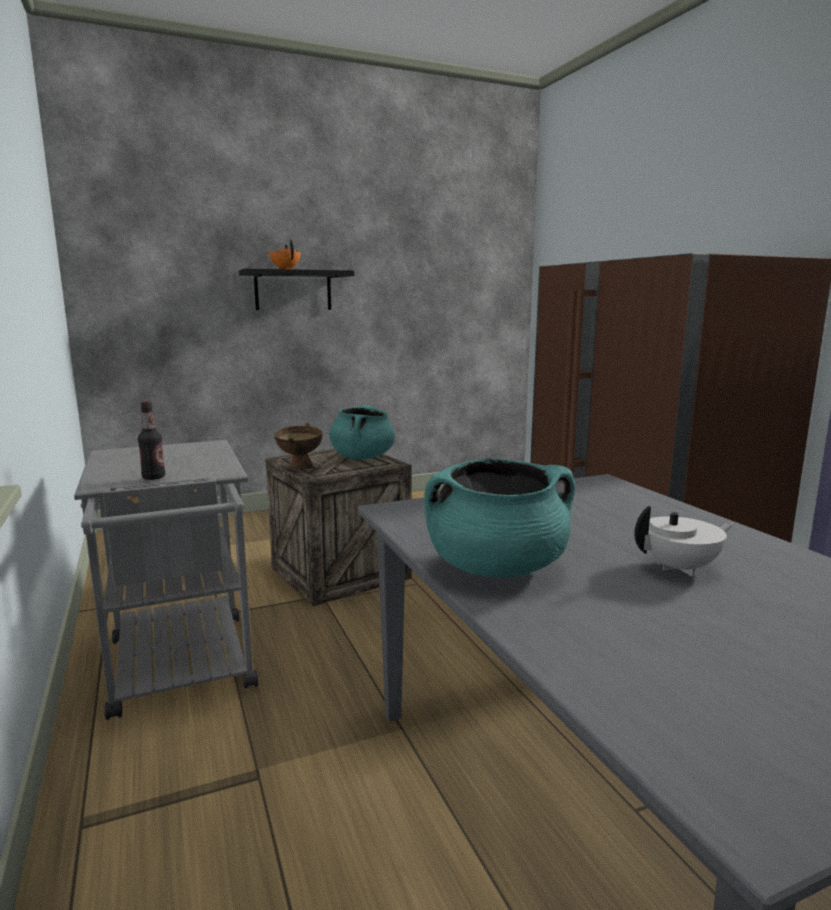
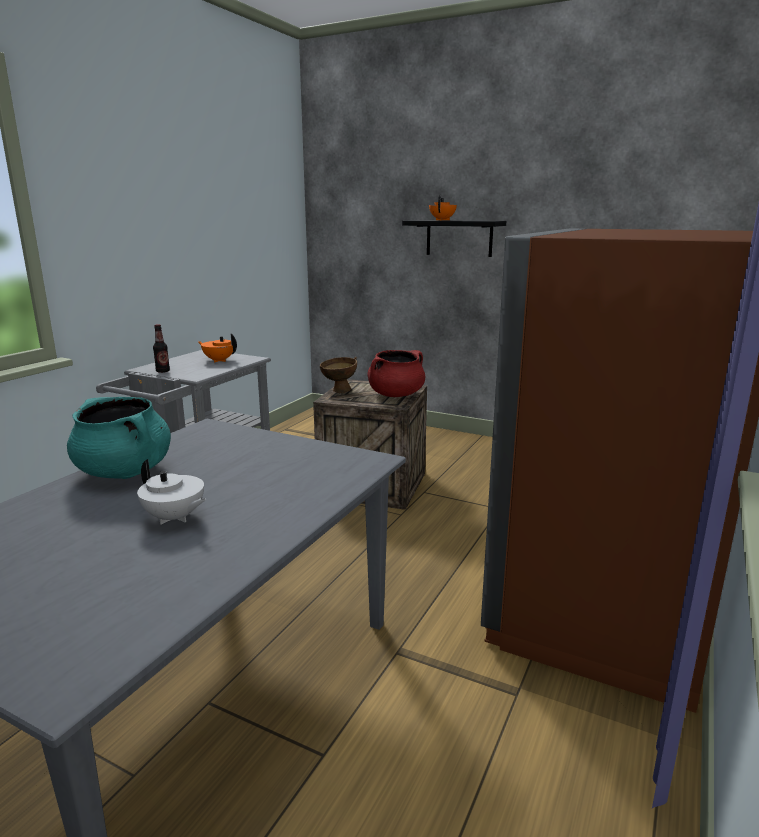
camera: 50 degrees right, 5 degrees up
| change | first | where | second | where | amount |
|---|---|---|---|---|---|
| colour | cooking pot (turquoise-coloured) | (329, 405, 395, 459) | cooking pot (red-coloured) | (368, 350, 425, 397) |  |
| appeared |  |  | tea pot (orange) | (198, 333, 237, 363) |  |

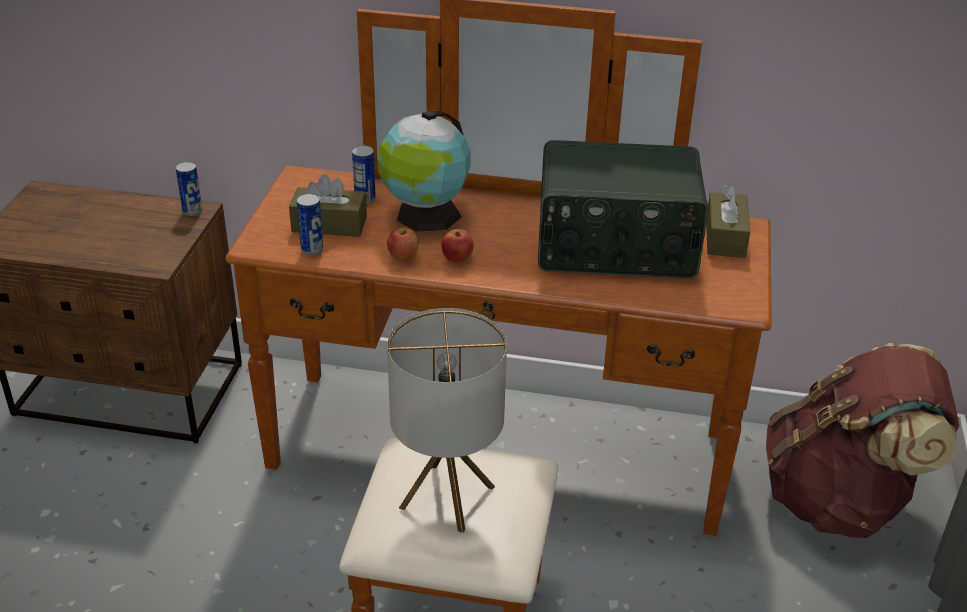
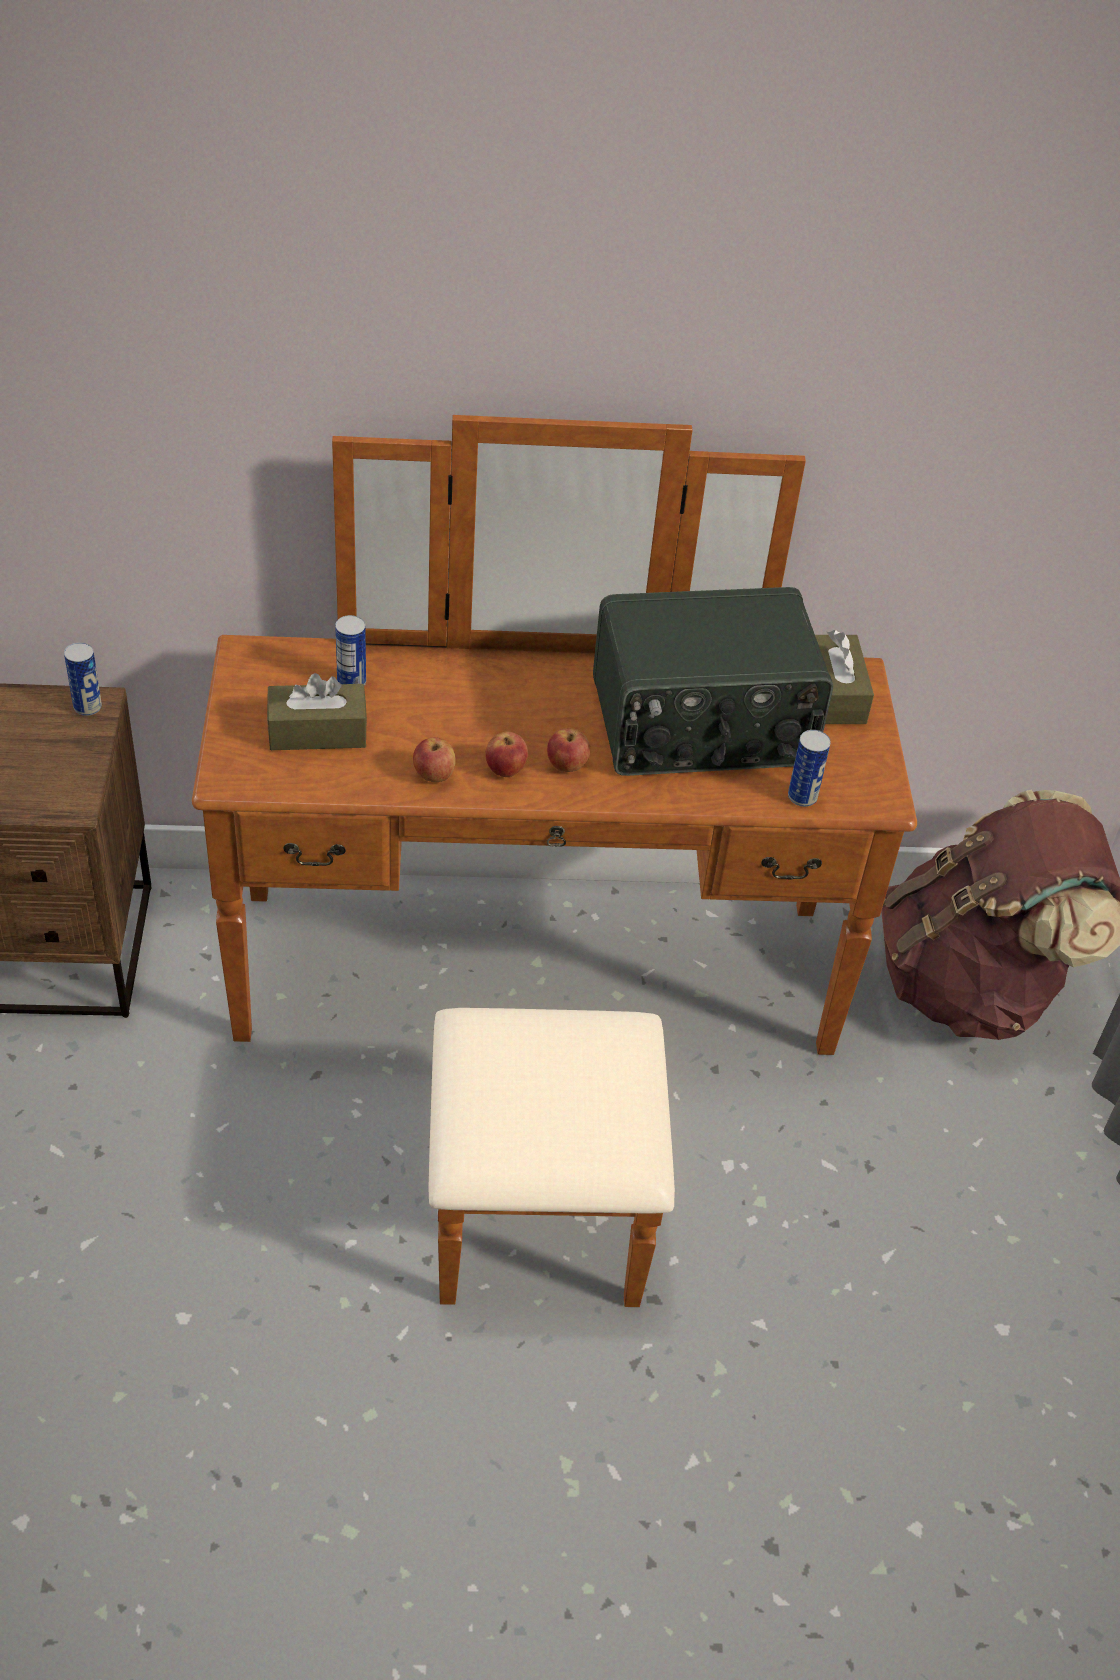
camera: 15 degrees left, 10 degrees up
| change | first | where | second | where | amount |
|---|---|---|---|---|---|
| relocated | sealed can | (296, 193, 323, 255) |  | (788, 730, 831, 807) |  |
| missing | desk globe | (377, 111, 471, 232) |  |  |  |
| missing | table lamp | (387, 308, 507, 533) |  |  |  |
| appeared |  |  | whole apple | (547, 728, 590, 772) |  |

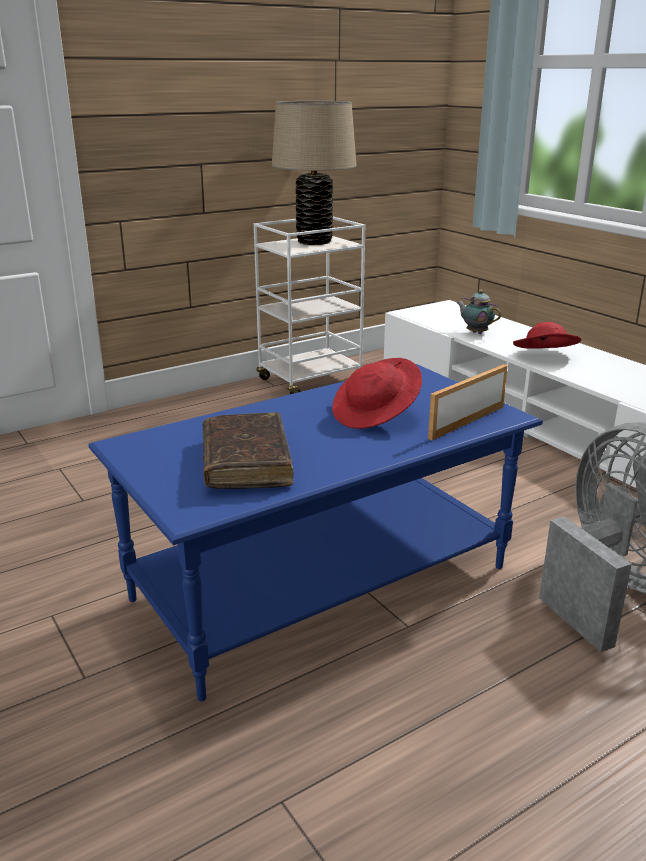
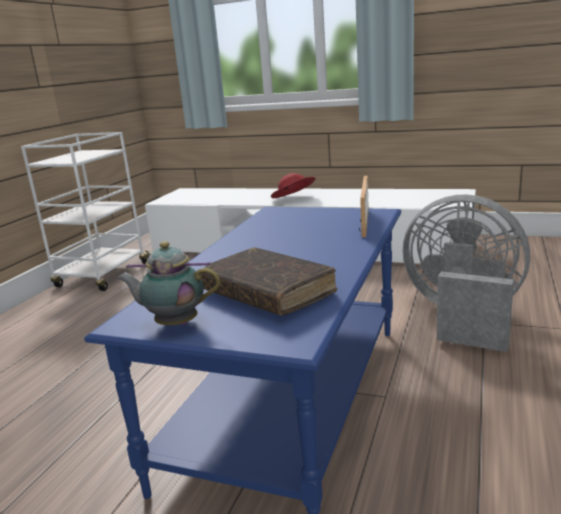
camera: 35 degrees left, 5 degrees down
| change | first | where | second | where | amount |
|---|---|---|---|---|---|
| missing | table lamp (sand-coloured) | (272, 101, 357, 245) |  |  |  |
| missing | clothing hat (red-coloured) | (332, 358, 422, 429) |  |  |  |
| relocated | tea pot | (456, 290, 501, 334) |  | (117, 241, 220, 325) |  |

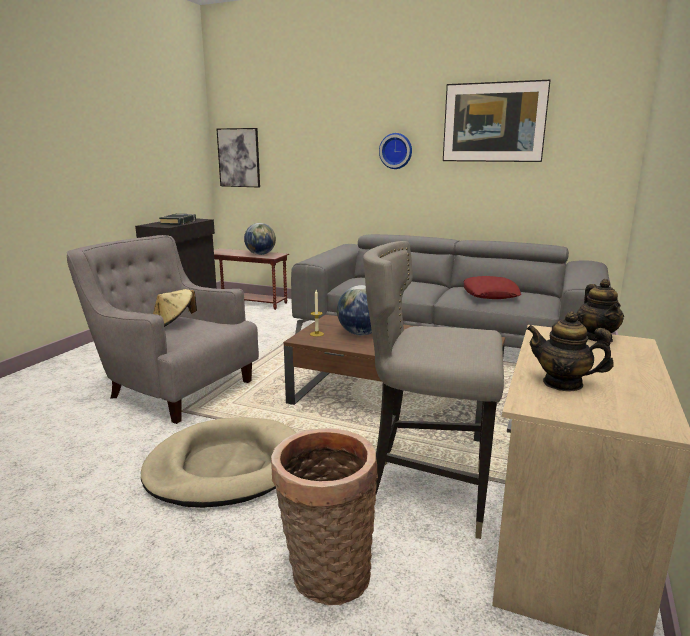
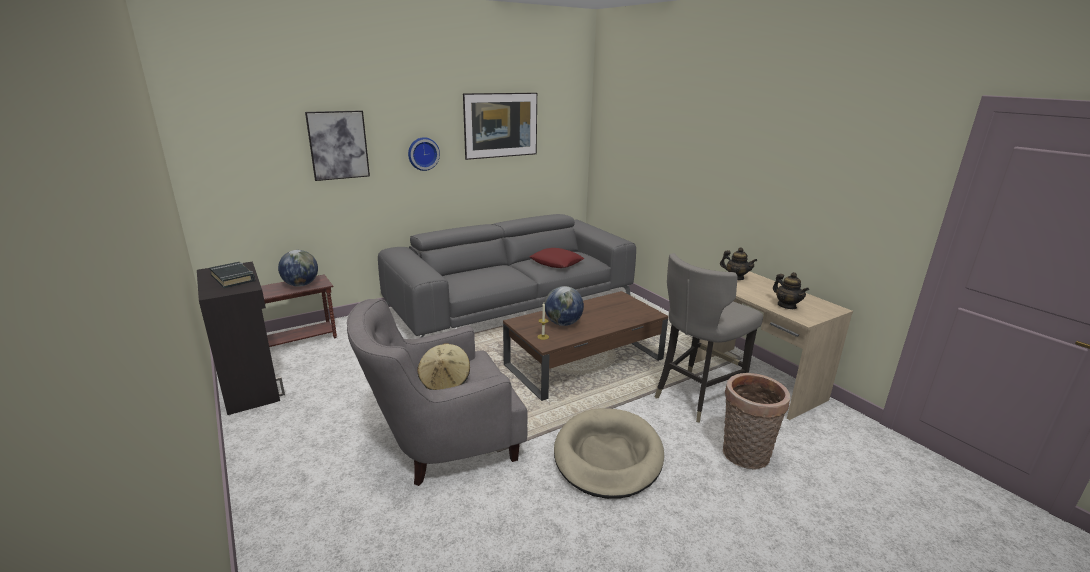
camera: 55 degrees left, 5 degrees up
| change | first | where | second | where | amount |
|---|---|---|---|---|---|
| relocated | picture | (217, 128, 260, 188) |  | (305, 110, 370, 181) |  |
| spun | tea pot | (527, 311, 614, 391) |  | (773, 272, 809, 309) | 90 degrees counterclockwise |

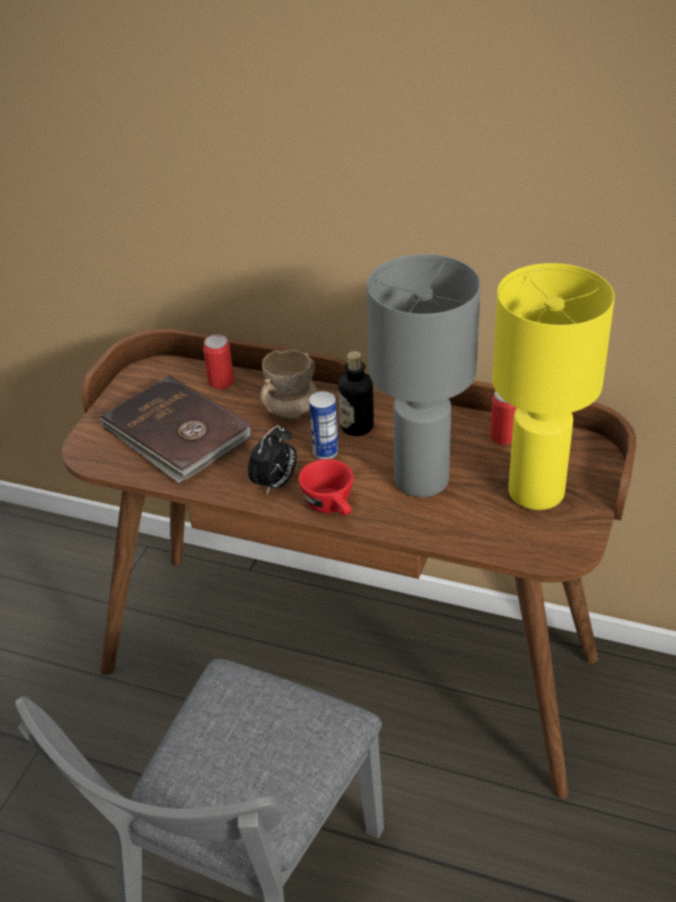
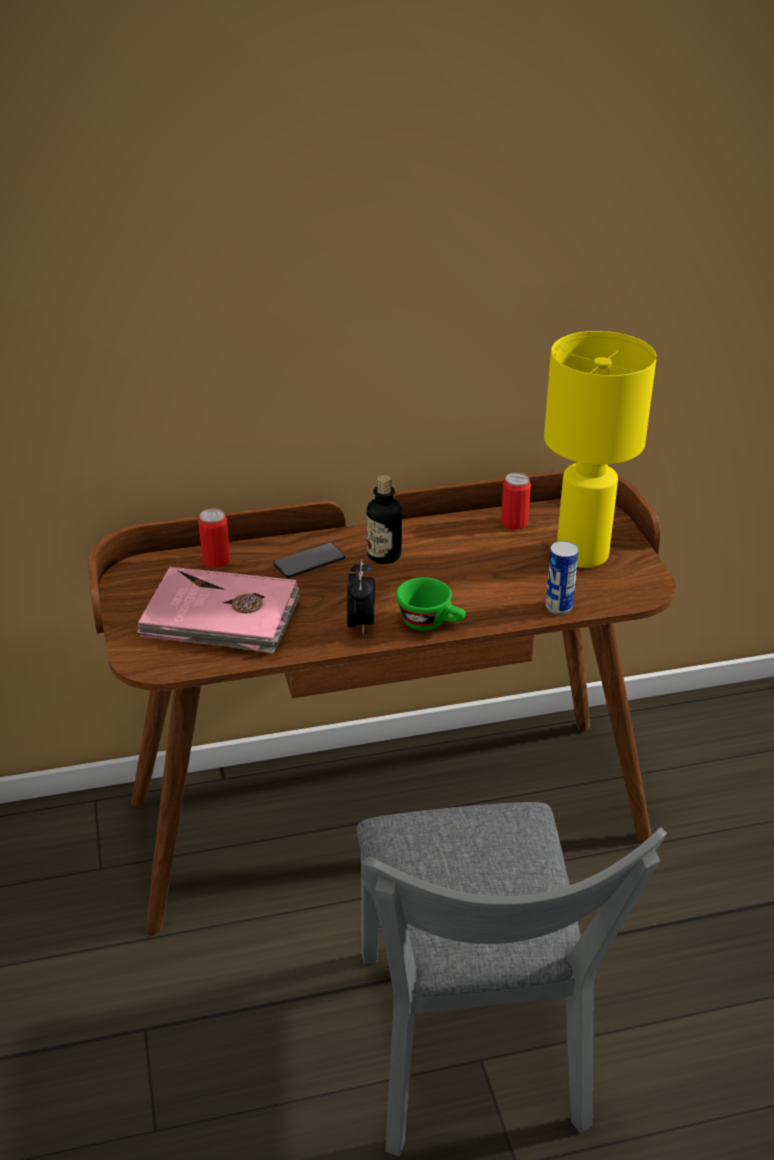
camera: 35 degrees left, 5 degrees down
| change | first | where | second | where | amount |
|---|---|---|---|---|---|
| colour | volume (brown-coloured) | (100, 375, 253, 483) | volume (pink-coloured) | (137, 567, 300, 653) |  |
| exchanged | coffee mug (sand-coloured) | (260, 349, 318, 419) | handset | (273, 543, 345, 578) |  |
| colour | drinking cup (red-coloured) | (298, 459, 354, 515) | drinking cup (greenish) | (396, 577, 466, 631) |  |
| relocated | sealed can | (309, 391, 338, 460) |  | (545, 541, 579, 615) |  |
| missing | table lamp (gray) | (367, 254, 481, 497) |  |  |  |

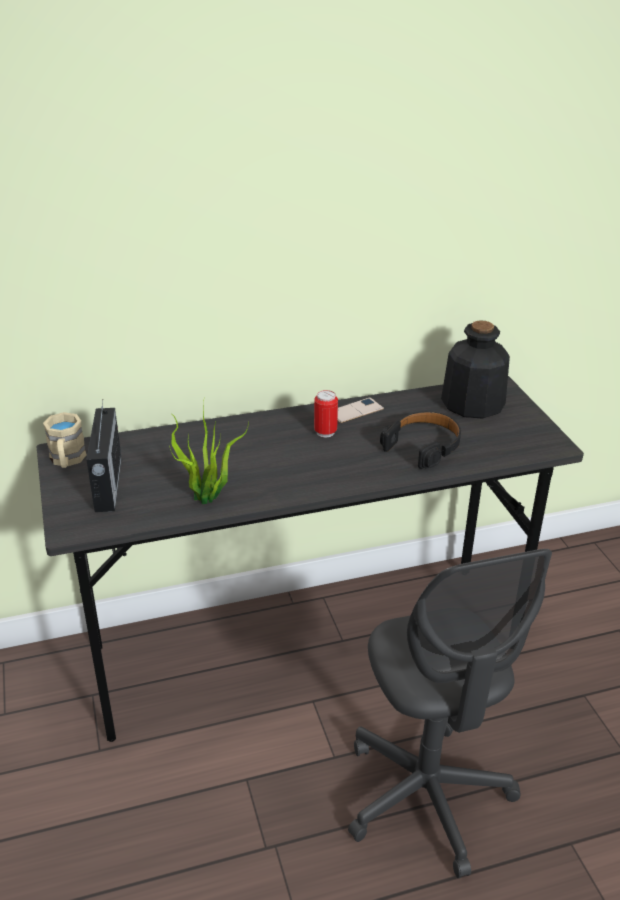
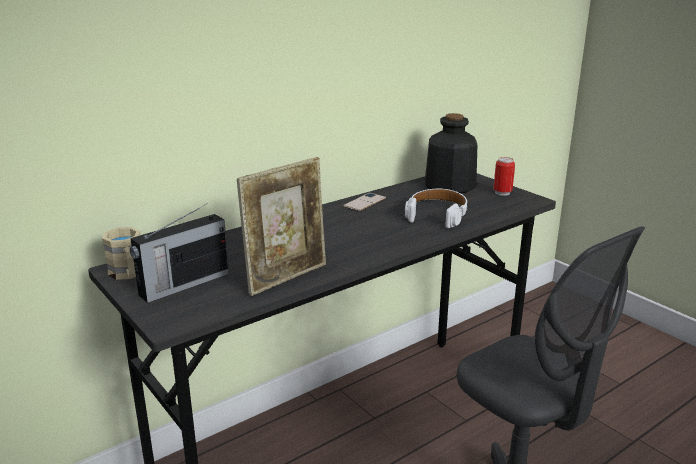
camera: 20 degrees left, 10 degrees down
| change | first | where | second | where | amount |
|---|---|---|---|---|---|
| spun | radio | (86, 402, 122, 512) |  | (130, 203, 229, 303) | 75 degrees clockwise |
| exchanged | potted plant | (169, 402, 249, 504) | photo frame | (237, 157, 326, 296) |  |
| relocated | sealed can | (314, 390, 338, 437) |  | (493, 157, 515, 196) |  |
| colour | headset (black-coloured) | (380, 411, 461, 469) | headset (white-coloured) | (405, 189, 467, 228) |  |

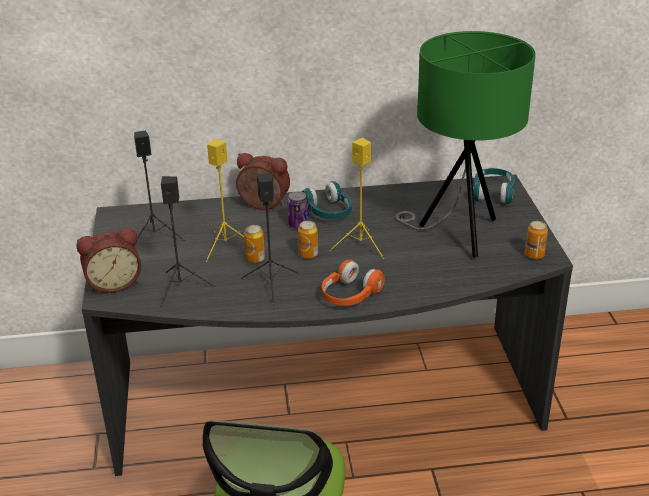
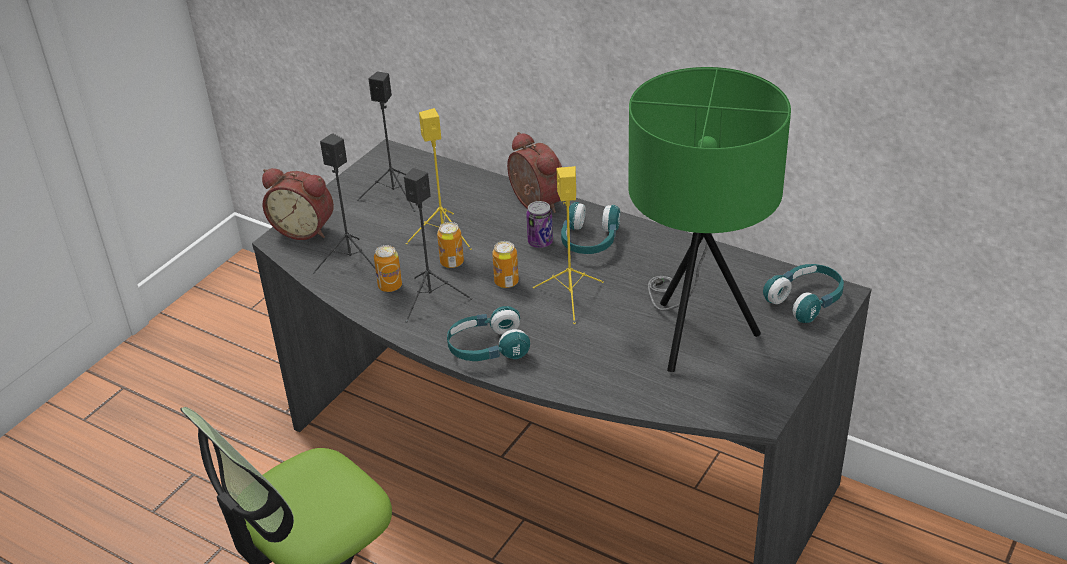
camera: 40 degrees right, 5 degrees up
| change | first | where | second | where | amount |
|---|---|---|---|---|---|
| colour | headset (orange) | (322, 260, 385, 306) | headset (turquoise-coloured) | (447, 306, 530, 361) |  |
| relocated | sealed can | (525, 221, 548, 259) |  | (374, 245, 402, 292) |  |

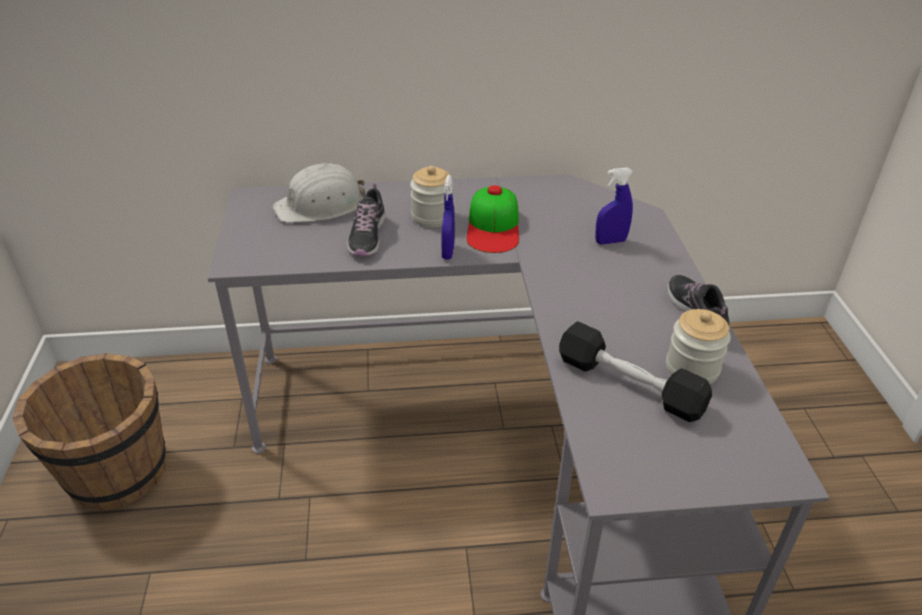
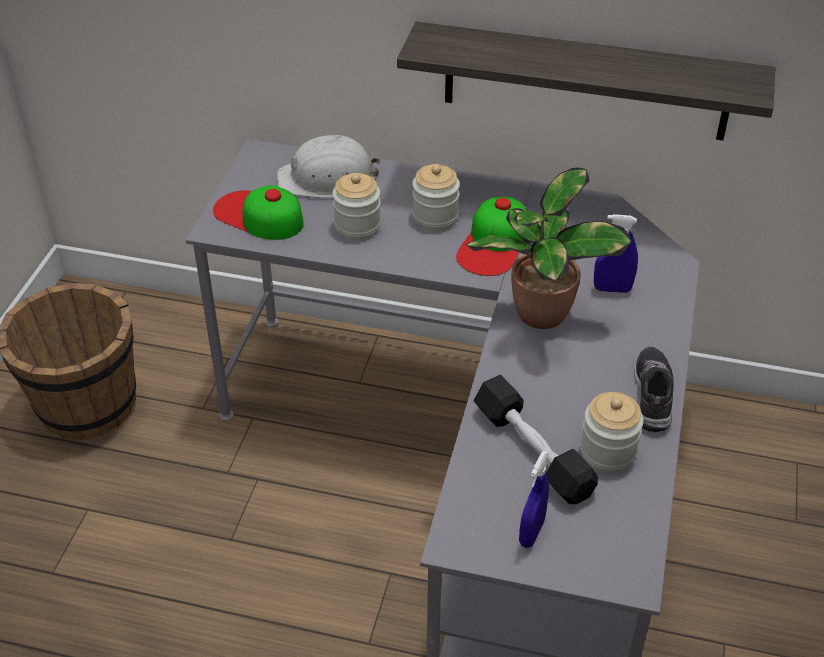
camera: 20 degrees right, 5 degrees up
| change | first | where | second | where | amount |
|---|---|---|---|---|---|
| exchanged | item of footwear | (347, 184, 385, 256) | preserve jar | (332, 173, 381, 240) |  |
| relocated | sprayer (blue) | (442, 175, 455, 260) |  | (519, 451, 549, 548) |  |
| appeared |  |  | baseball cap | (213, 185, 304, 240) |  |
| appeared |  |  | shelf | (397, 22, 775, 140) |  |
| appeared |  |  | potted plant | (466, 168, 632, 329) |  |

